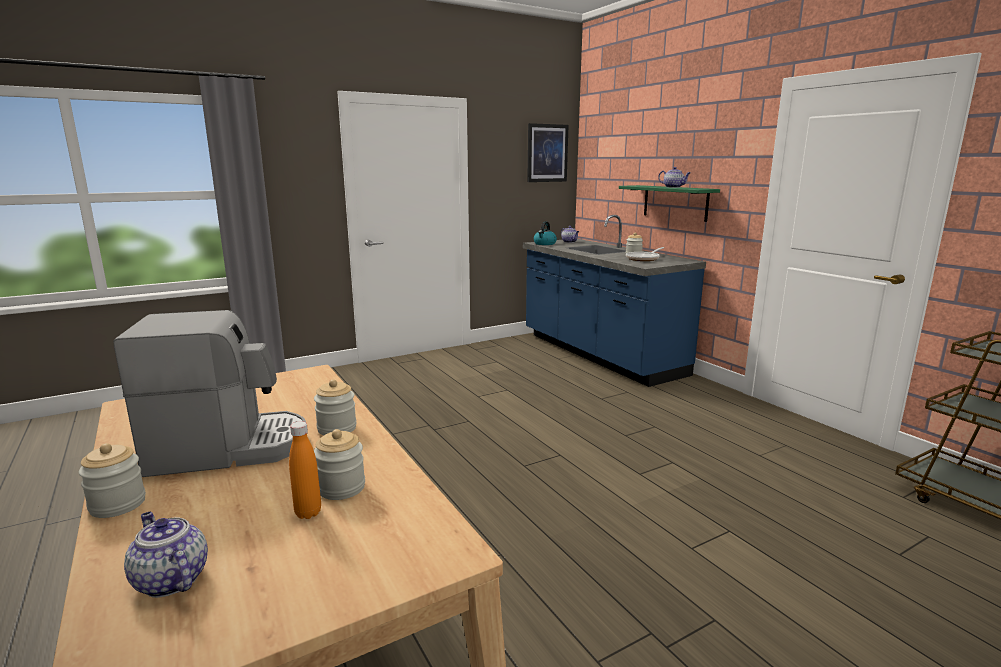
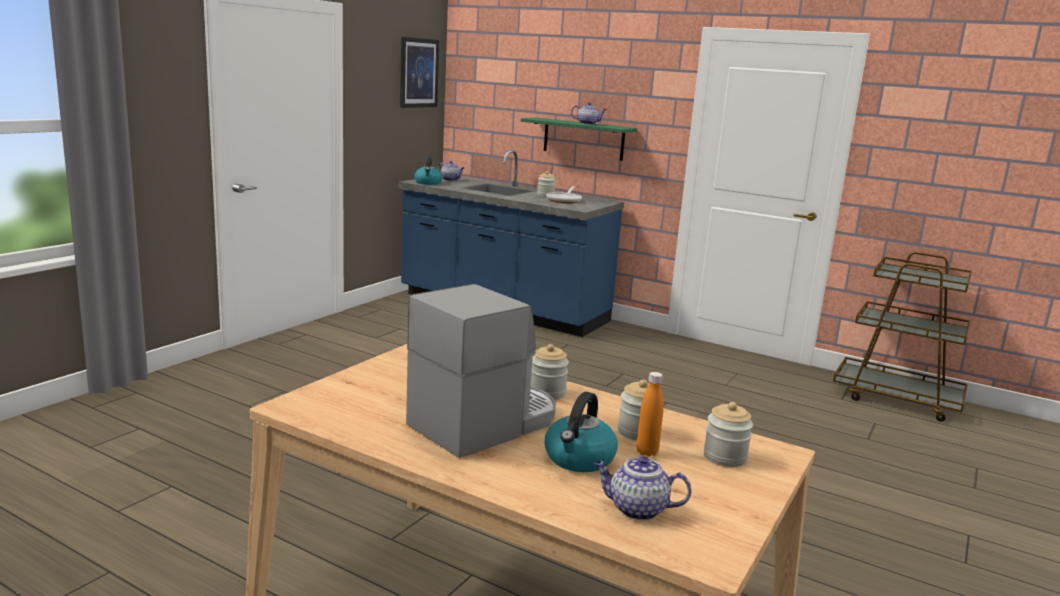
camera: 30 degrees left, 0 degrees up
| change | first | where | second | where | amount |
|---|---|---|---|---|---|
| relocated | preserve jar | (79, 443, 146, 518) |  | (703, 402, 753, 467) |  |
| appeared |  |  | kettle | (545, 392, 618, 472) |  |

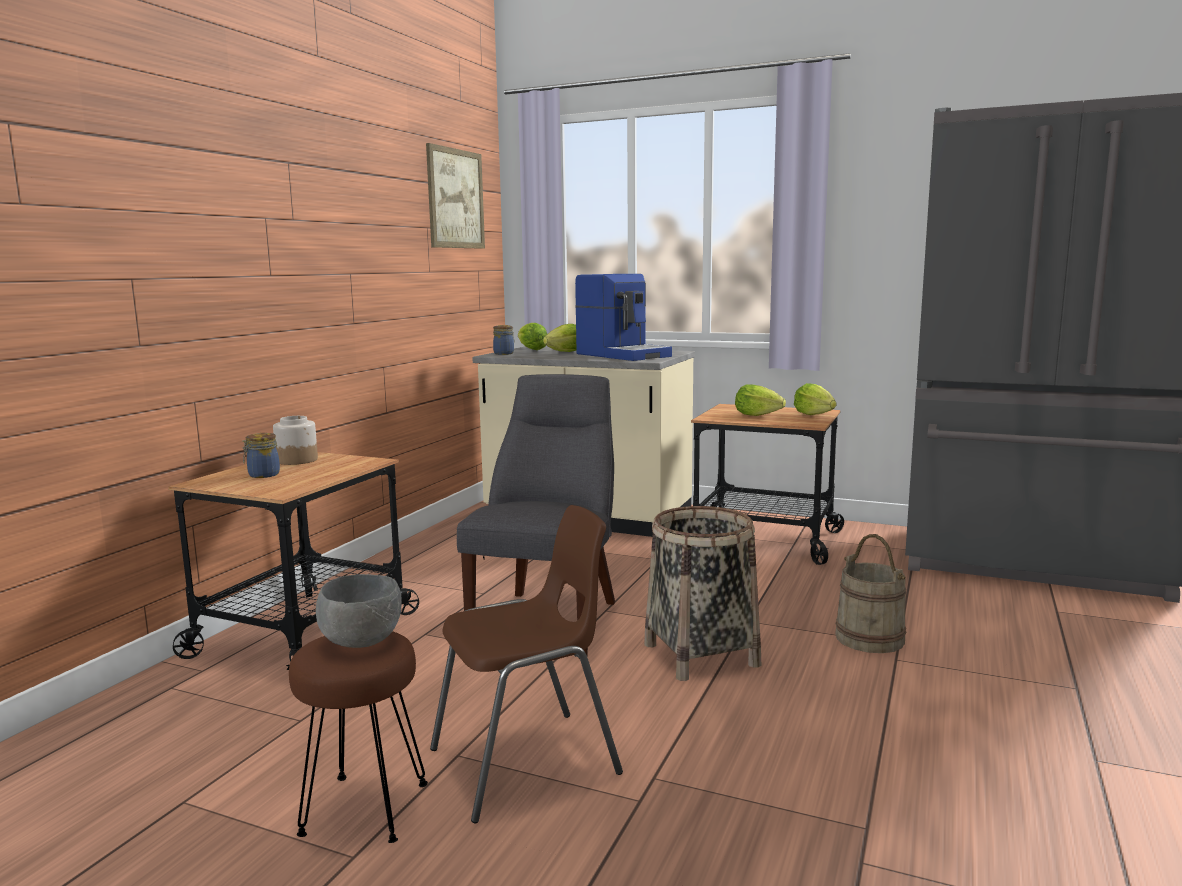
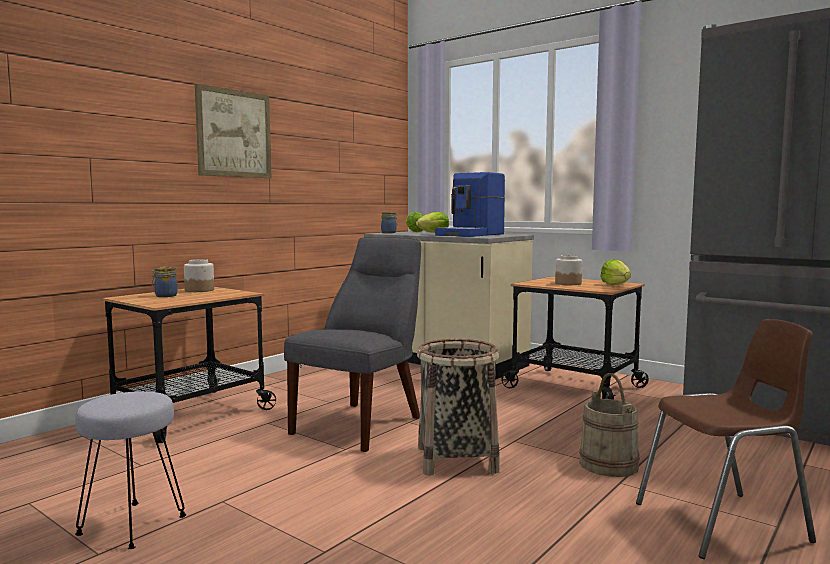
camera: 15 degrees right, 5 degrees down
| change | first | where | second | where | amount |
|---|---|---|---|---|---|
| colour | stool seat (brown-coloured) | (289, 631, 428, 843) | stool seat (gray) | (75, 391, 186, 549) |  |
| missing | serving bowl (gray) | (316, 574, 402, 648) |  |  |  |
| relocated | picture | (426, 143, 485, 249) |  | (195, 84, 272, 178) |  |
| relocated | chair (brown-coloured) | (430, 505, 623, 823) |  | (636, 319, 816, 559) |  |
| spun | coffee machine | (575, 274, 672, 361) |  | (435, 172, 505, 237) | 60 degrees clockwise |
| exchanged | lettuce head | (735, 384, 786, 416) | preserve jar | (555, 255, 582, 285) |  |

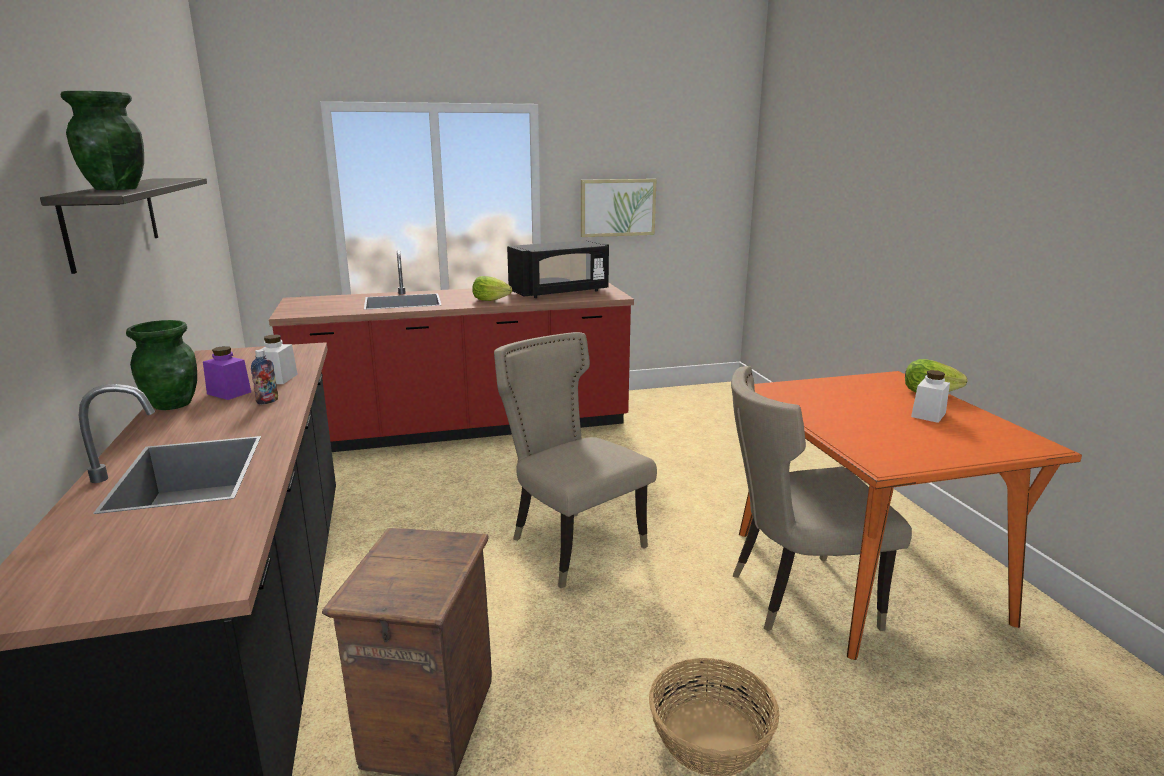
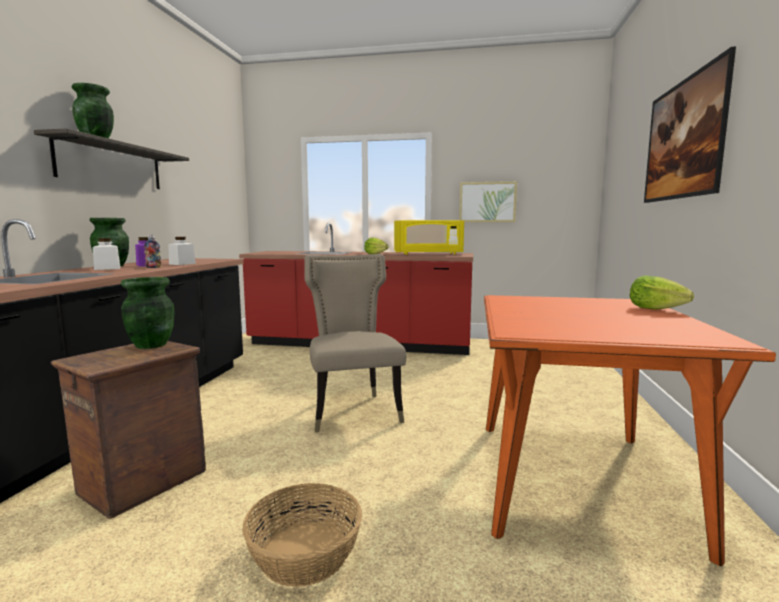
camera: 25 degrees right, 10 degrees down
| change | first | where | second | where | amount |
|---|---|---|---|---|---|
| colour | kitchen microwave (black-coloured) | (507, 240, 609, 298) | kitchen microwave (yellow-coloured) | (394, 220, 464, 255) |  |
| missing | chair (sand-coloured) | (731, 366, 912, 631) |  |  |  |
| relocated | preserve jar (white-coloured) | (911, 370, 950, 423) |  | (93, 238, 121, 270) |  |
| appeared |  |  | flower vase (greenish) | (121, 277, 174, 349) |  |
| appeared |  |  | picture | (644, 46, 736, 203) |  |

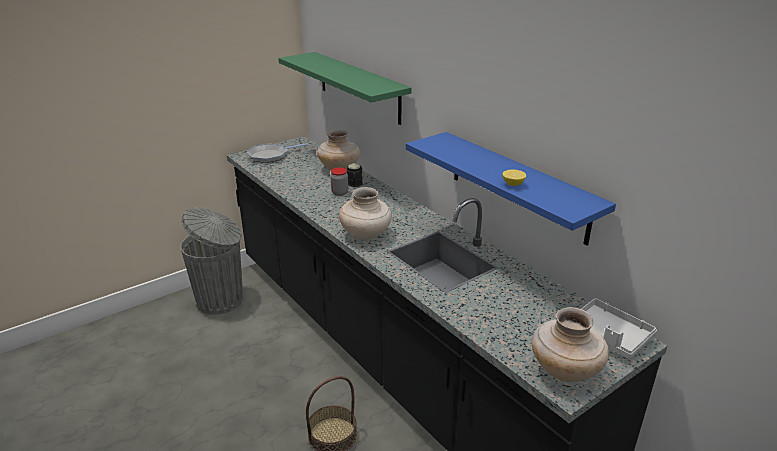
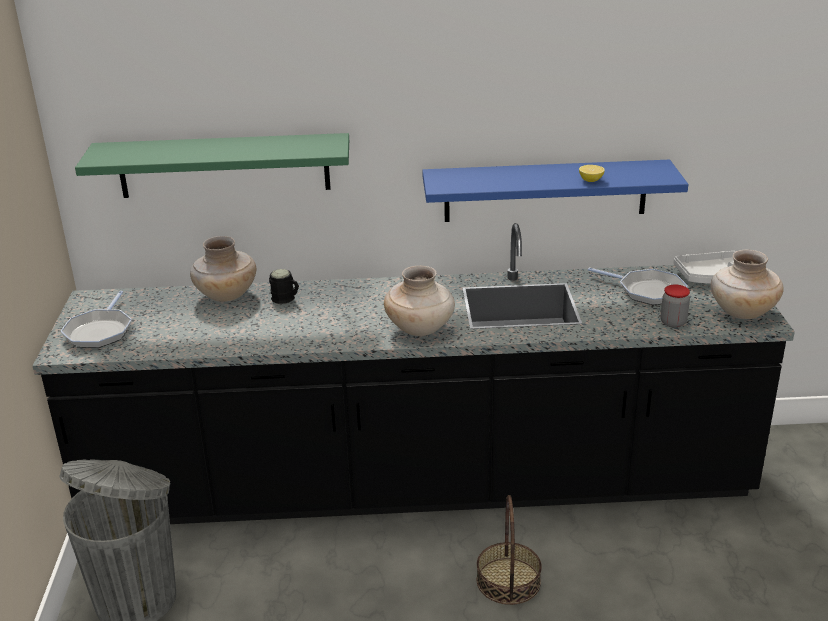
camera: 55 degrees left, 0 degrees up
| change | first | where | second | where | amount |
|---|---|---|---|---|---|
| relocated | preserve jar | (330, 167, 348, 196) |  | (661, 284, 690, 328) |  |
| appeared |  |  | skillet | (588, 268, 687, 305) |  |

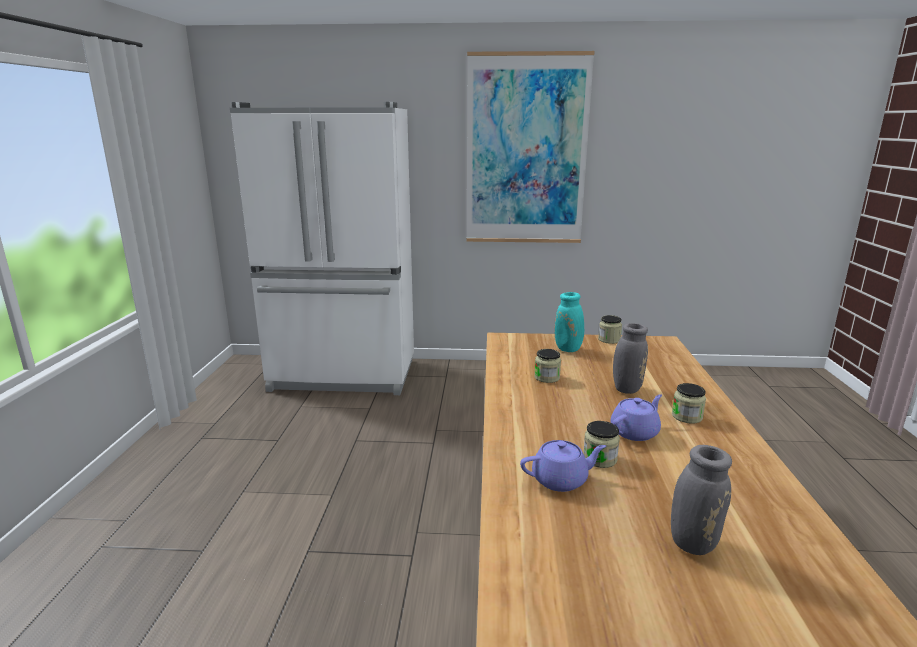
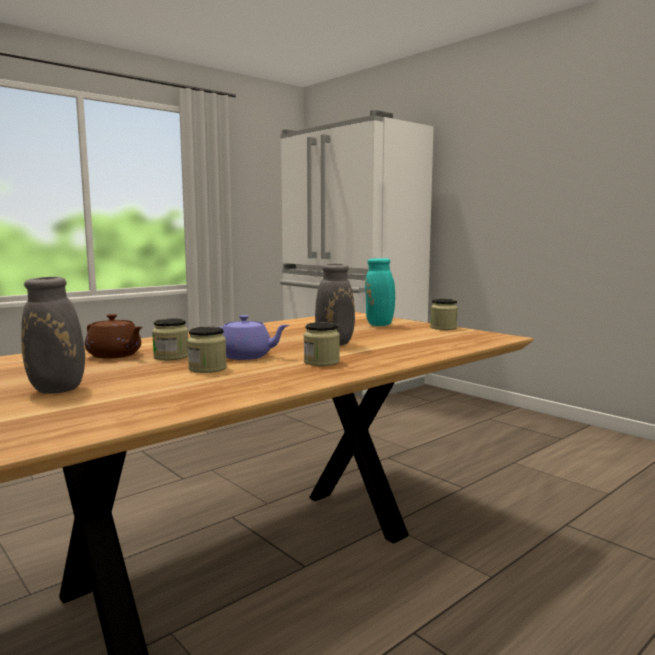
camera: 45 degrees right, 10 degrees down
| change | first | where | second | where | amount |
|---|---|---|---|---|---|
| missing | picture | (466, 51, 595, 243) |  |  |  |
| colour | tea pot (purple-coloured) | (520, 440, 606, 492) | tea pot (brown-coloured) | (85, 314, 143, 359) |  |
| relocated | preserve jar | (534, 349, 561, 383) |  | (187, 327, 227, 373) |  |

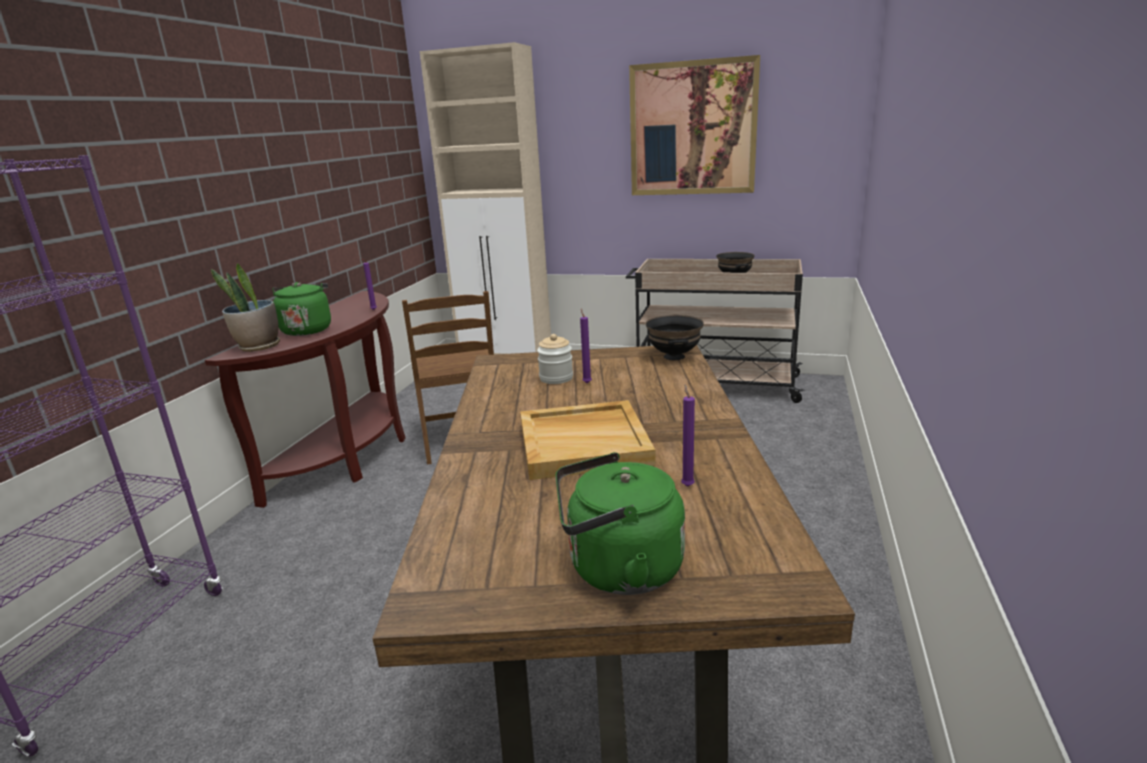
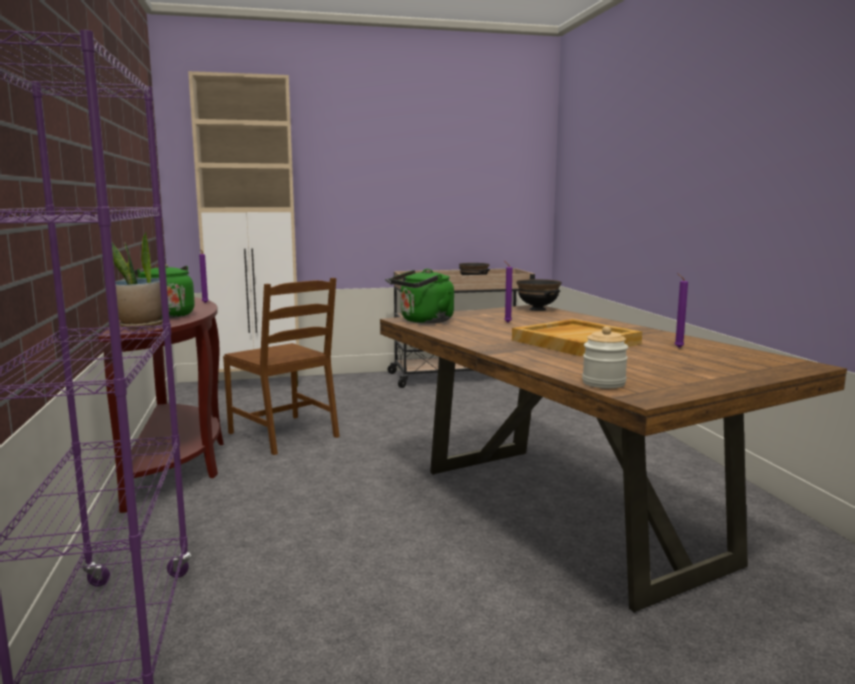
camera: 30 degrees left, 10 degrees down
| change | first | where | second | where | amount |
|---|---|---|---|---|---|
| relocated | preserve jar | (537, 334, 573, 384) |  | (582, 326, 628, 388) |  |
| relocated | kettle (greenish) | (555, 452, 685, 595) |  | (390, 269, 454, 323) |  |
| missing | picture | (629, 55, 760, 195) |  |  |  |

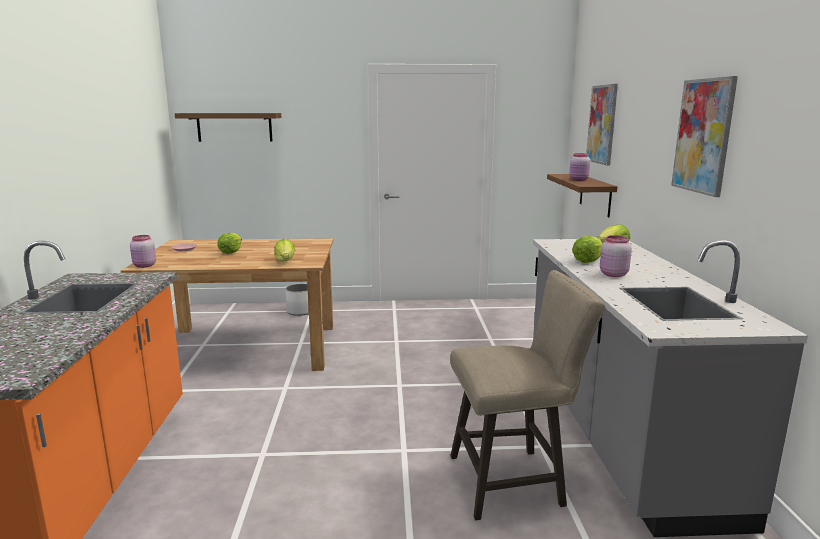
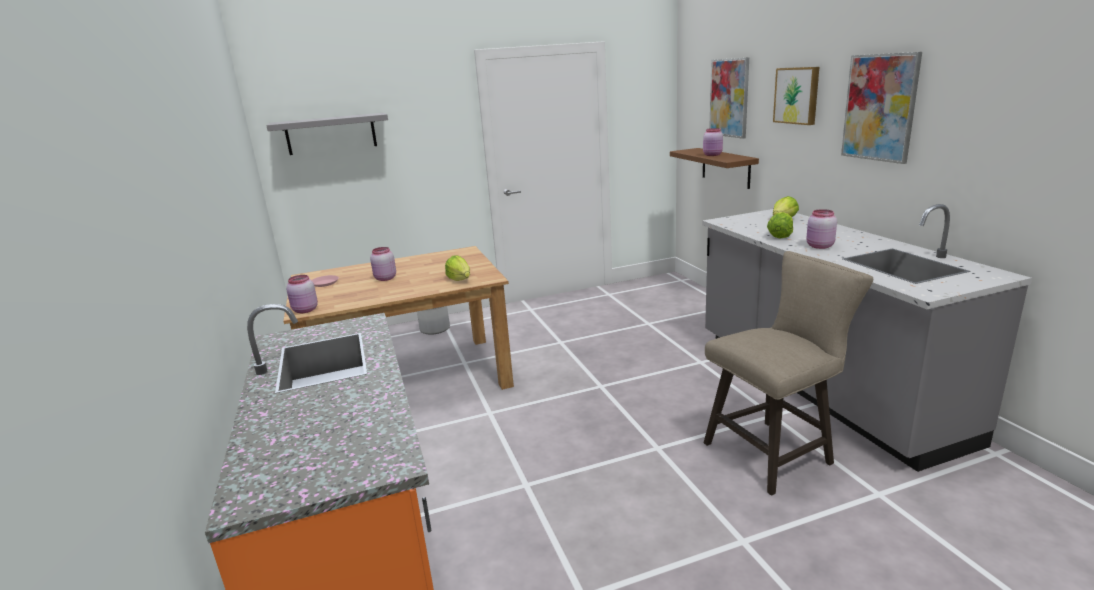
camera: 15 degrees left, 5 degrees up
| change | first | where | second | where | amount |
|---|---|---|---|---|---|
| colour | shelf (brown-coloured) | (175, 113, 281, 142) | shelf (gray) | (266, 113, 388, 155) |  |
| exchanged | lettuce head | (217, 233, 242, 254) | preserve jar (pink-coloured) | (370, 247, 396, 281) |  |
| appeared |  |  | picture | (773, 67, 819, 125) |  |

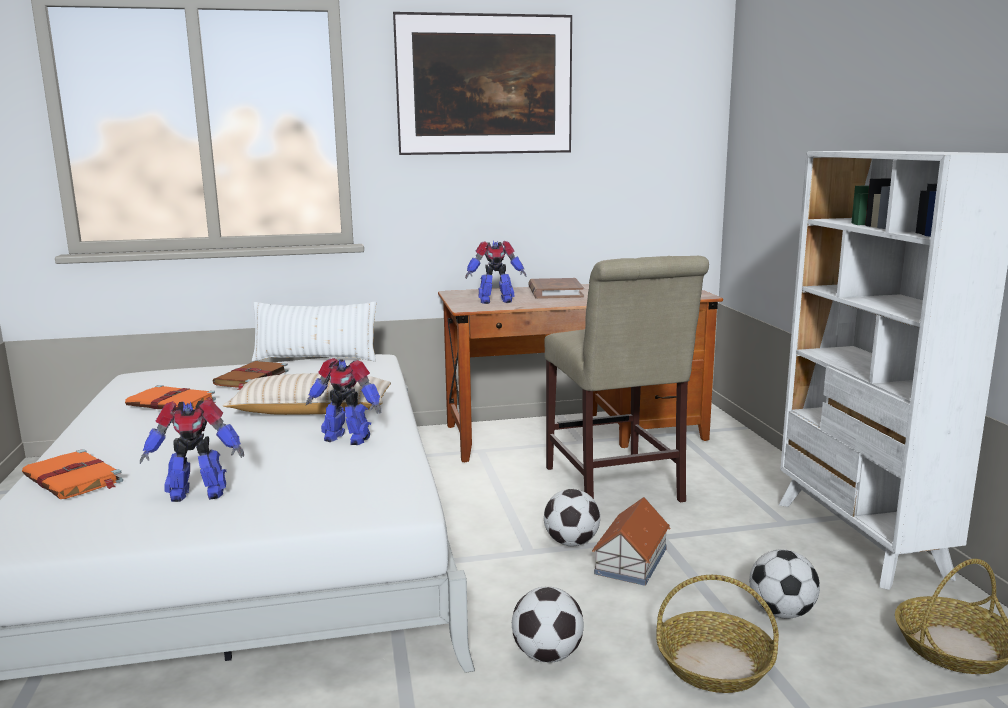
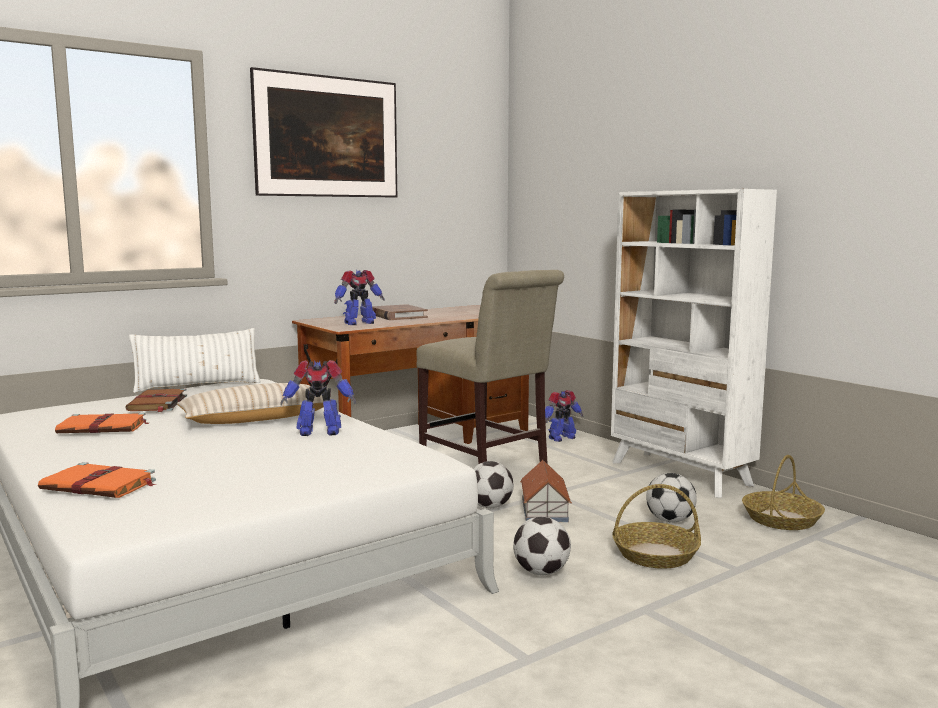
camera: 25 degrees left, 5 degrees down
| change | first | where | second | where | amount |
|---|---|---|---|---|---|
| relocated | robot figure | (140, 400, 244, 502) |  | (545, 390, 584, 442) |  |

